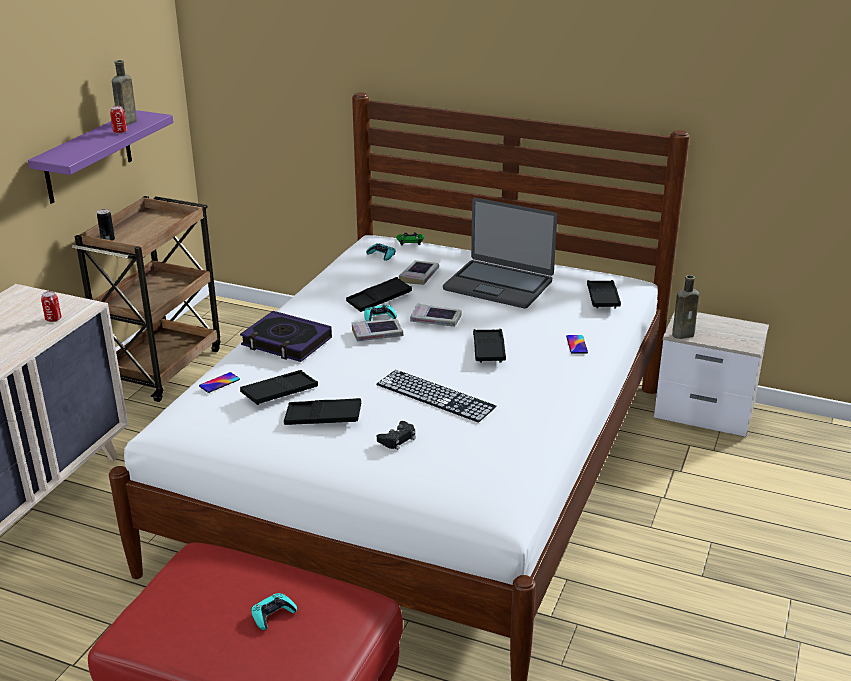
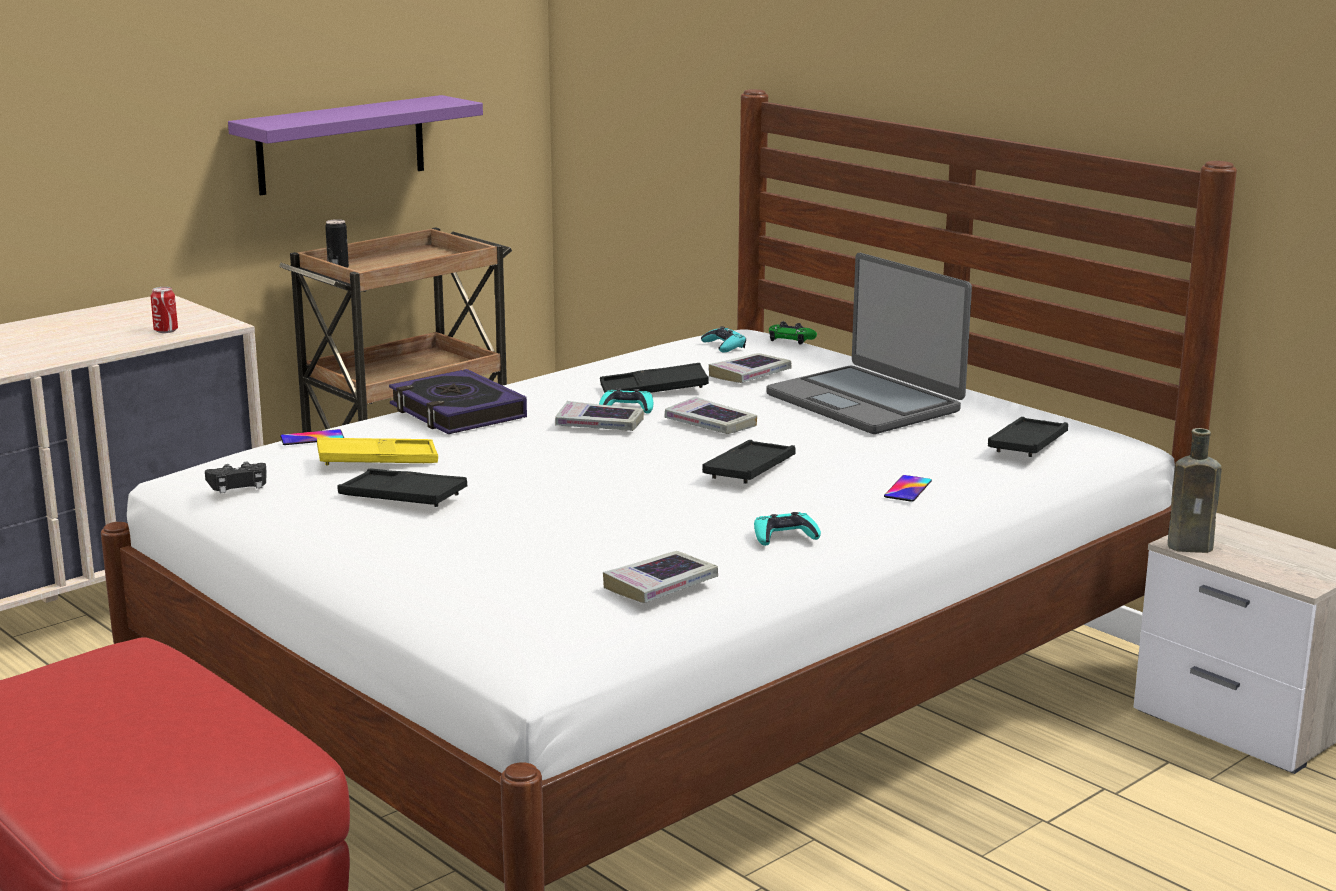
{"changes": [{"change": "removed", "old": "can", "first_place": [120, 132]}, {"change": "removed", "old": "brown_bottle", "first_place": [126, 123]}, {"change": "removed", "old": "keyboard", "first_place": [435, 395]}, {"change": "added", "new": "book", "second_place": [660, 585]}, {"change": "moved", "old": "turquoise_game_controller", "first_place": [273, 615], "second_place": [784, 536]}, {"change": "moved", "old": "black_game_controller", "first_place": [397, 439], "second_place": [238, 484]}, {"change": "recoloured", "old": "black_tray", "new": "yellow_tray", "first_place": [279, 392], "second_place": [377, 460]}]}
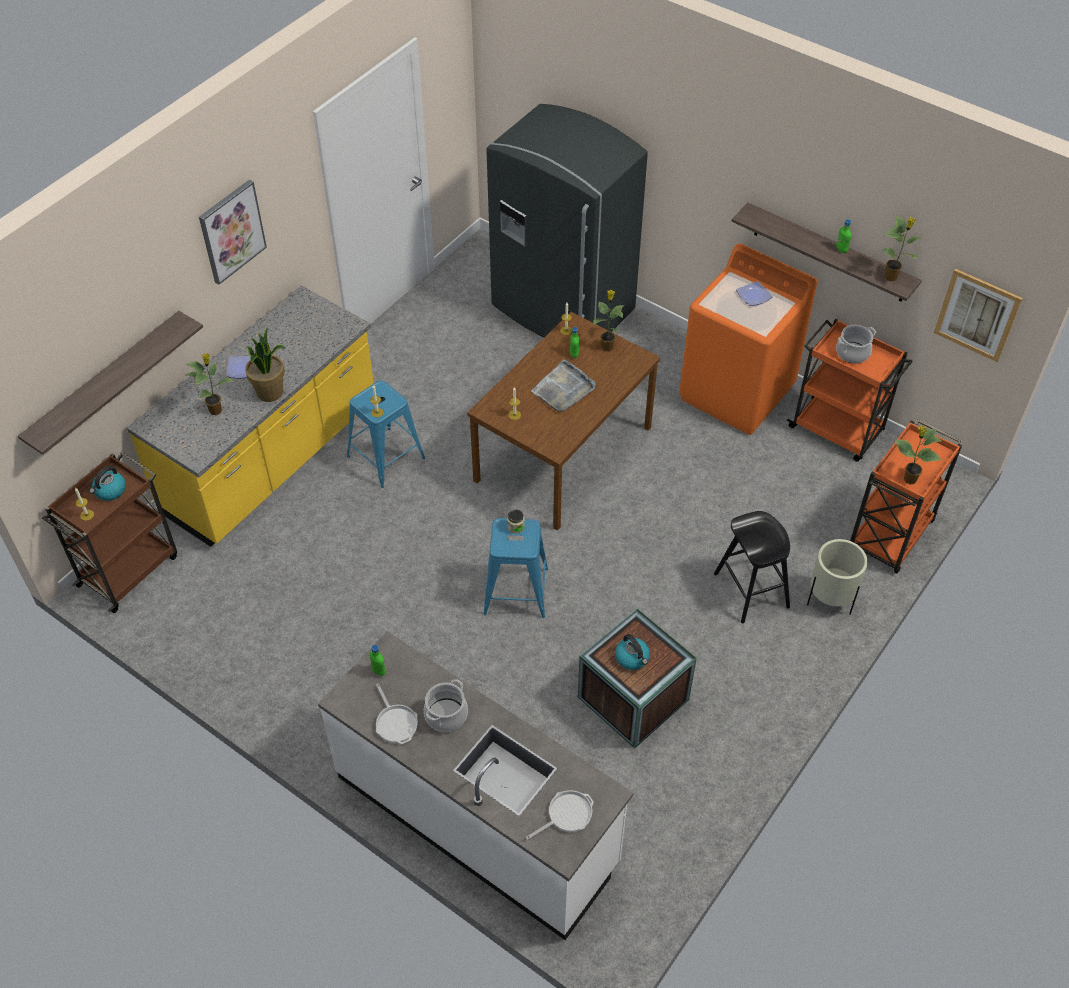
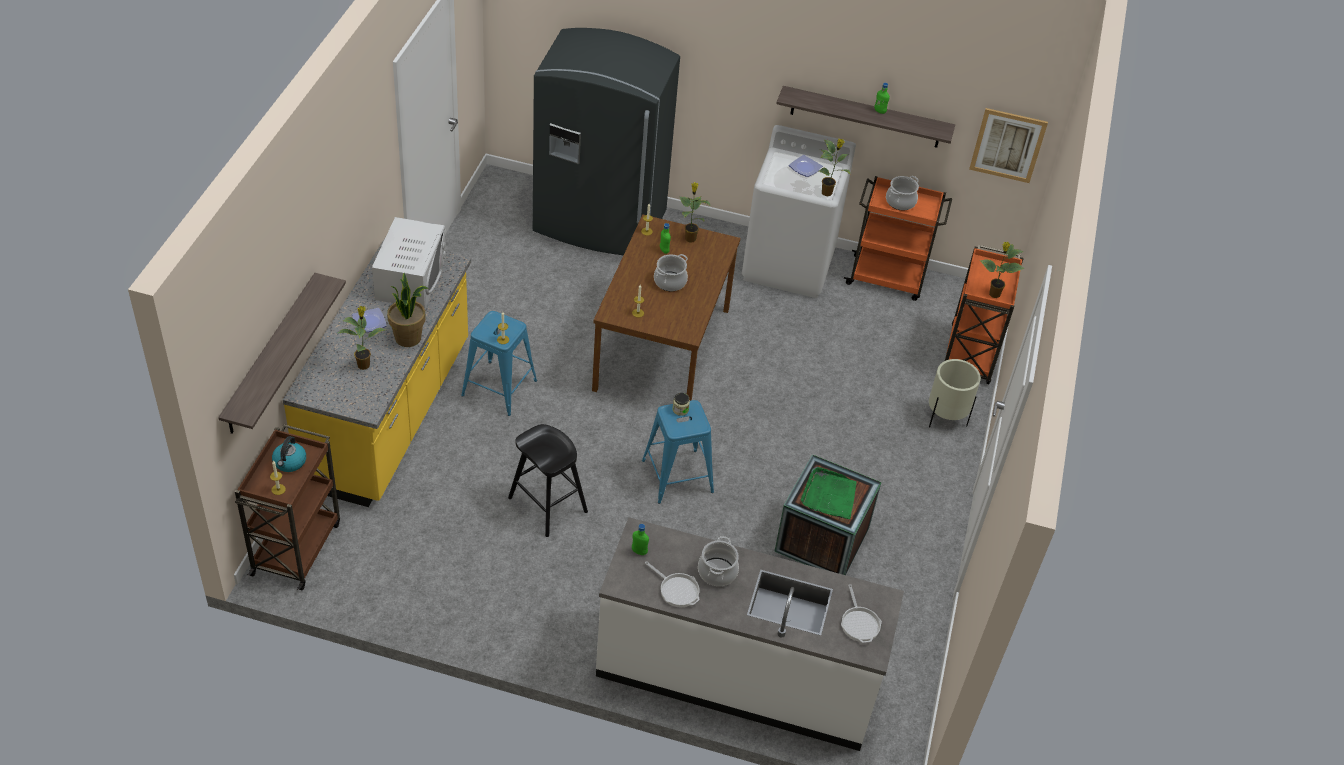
{"changes": [{"change": "removed", "old": "picture", "first_place": [231, 231]}, {"change": "added", "new": "white_microwave", "second_place": [411, 278]}, {"change": "moved", "old": "black_stool", "first_place": [751, 590], "second_place": [547, 504]}, {"change": "moved", "old": "potted_plant", "first_place": [891, 277], "second_place": [827, 193]}, {"change": "replaced", "old": "grey_tray", "new": "cooking_pot", "first_place": [563, 389], "second_place": [670, 282]}, {"change": "replaced", "old": "kettle", "new": "green_tray", "first_place": [632, 658], "second_place": [829, 496]}, {"change": "recoloured", "old": "orange_washing_machine", "new": "white_washing_machine", "first_place": [737, 392], "second_place": [789, 264]}, {"change": "turned", "old": "frying_pan", "first_place": [567, 815], "second_place": [859, 623], "degrees": 135}]}
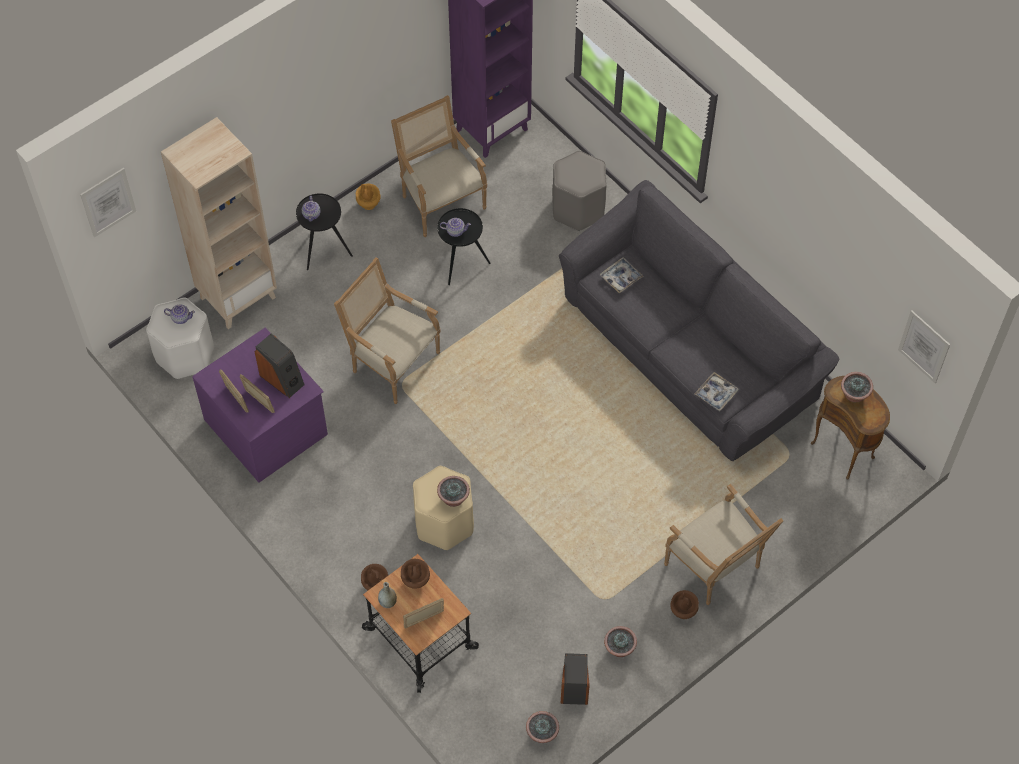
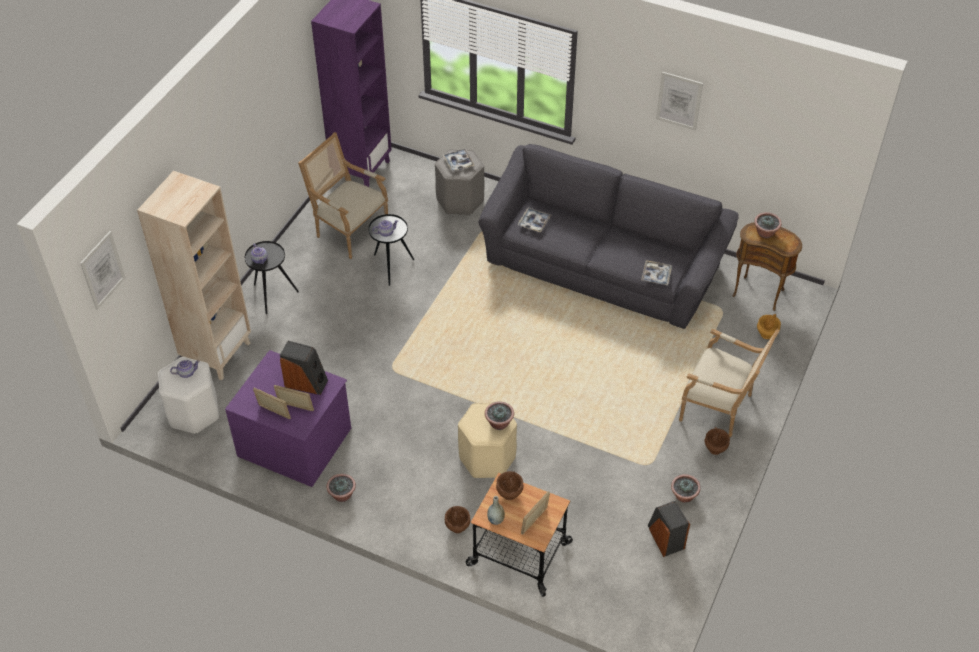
{"changes": [{"change": "removed", "old": "armchair", "first_place": [391, 362]}, {"change": "added", "new": "tray", "second_place": [458, 162]}, {"change": "moved", "old": "brown_vase", "first_place": [368, 205], "second_place": [766, 335]}, {"change": "moved", "old": "potted_plant", "first_place": [542, 733], "second_place": [342, 495]}, {"change": "moved", "old": "picture", "first_place": [924, 346], "second_place": [679, 101]}]}
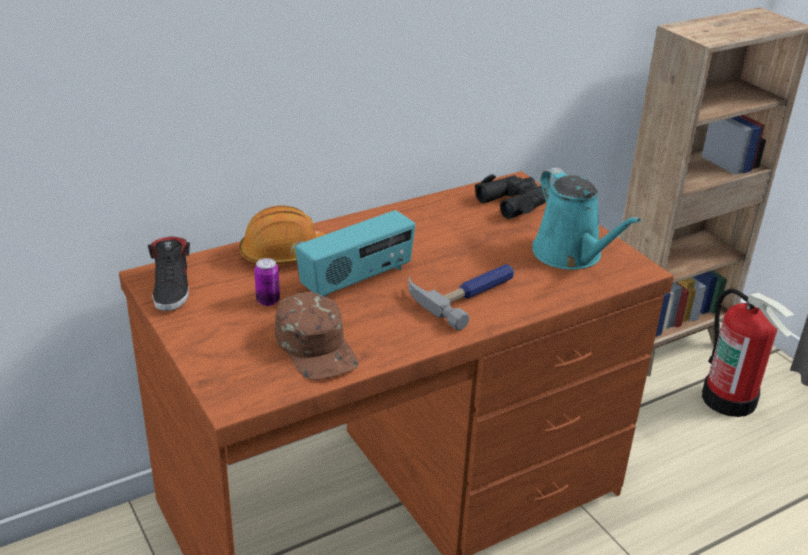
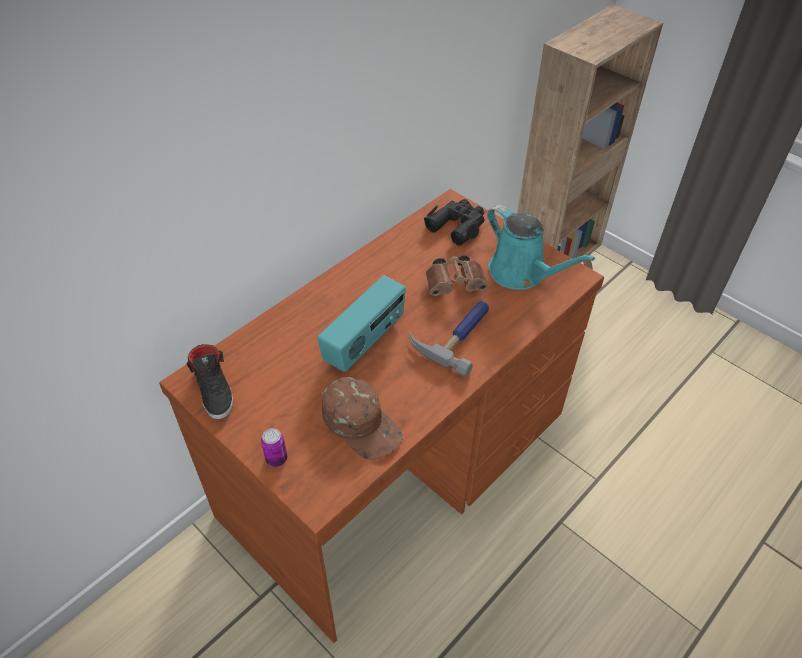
{"changes": [{"change": "removed", "old": "orange_hard_hat", "first_place": [284, 254]}, {"change": "removed", "old": "fire_extinguisher", "first_place": [730, 399]}, {"change": "added", "new": "brown_binoculars", "second_place": [456, 284]}, {"change": "moved", "old": "can", "first_place": [268, 301], "second_place": [276, 459]}]}
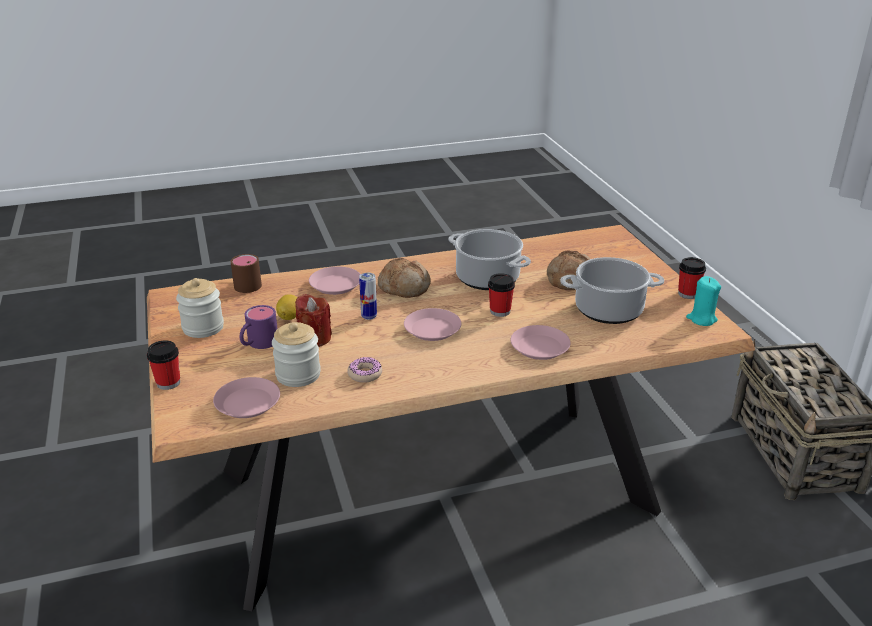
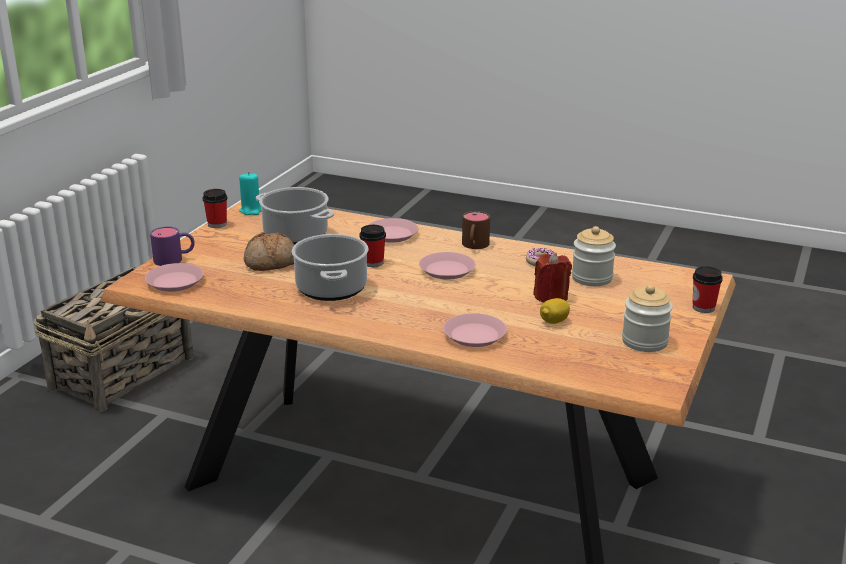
{"changes": [{"change": "removed", "old": "can", "first_place": [369, 316]}, {"change": "removed", "old": "bread", "first_place": [405, 287]}, {"change": "moved", "old": "pink_plate", "first_place": [248, 403], "second_place": [174, 282]}, {"change": "moved", "old": "brown_mug", "first_place": [246, 283], "second_place": [474, 246]}, {"change": "moved", "old": "purple_mug", "first_place": [258, 344], "second_place": [174, 259]}]}
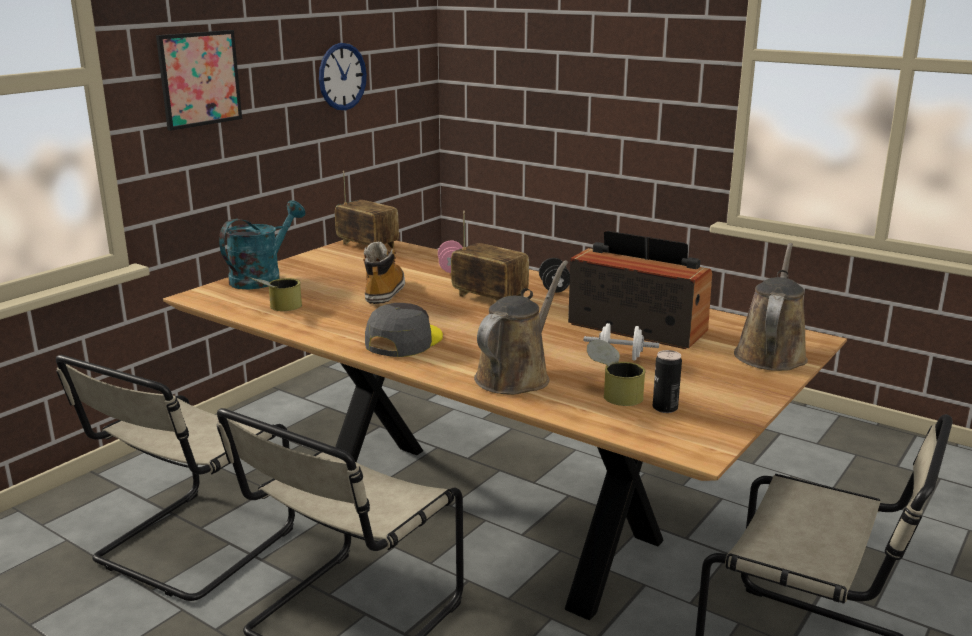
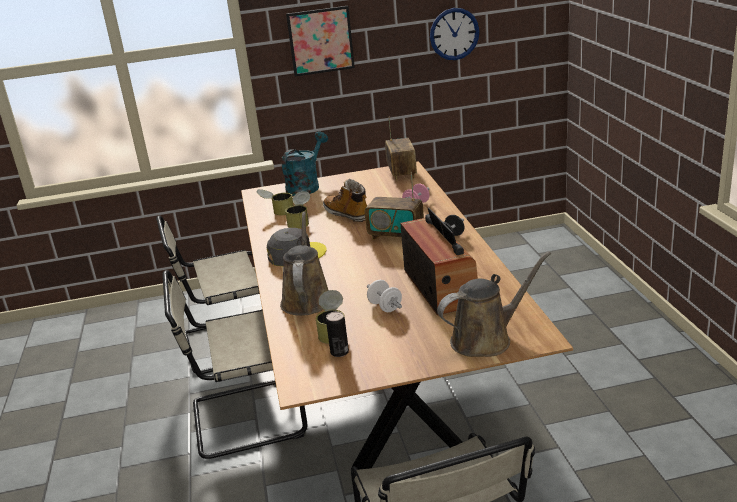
{"changes": [{"change": "added", "new": "can", "second_place": [300, 221]}, {"change": "turned", "old": "turquoise_watering_can", "first_place": [262, 277], "second_place": [306, 186], "degrees": -45}, {"change": "turned", "old": "boot", "first_place": [384, 292], "second_place": [347, 214], "degrees": -90}, {"change": "turned", "old": "radio", "first_place": [489, 298], "second_place": [396, 236], "degrees": 120}, {"change": "turned", "old": "brown_watering_can", "first_place": [516, 376], "second_place": [306, 299], "degrees": -75}]}
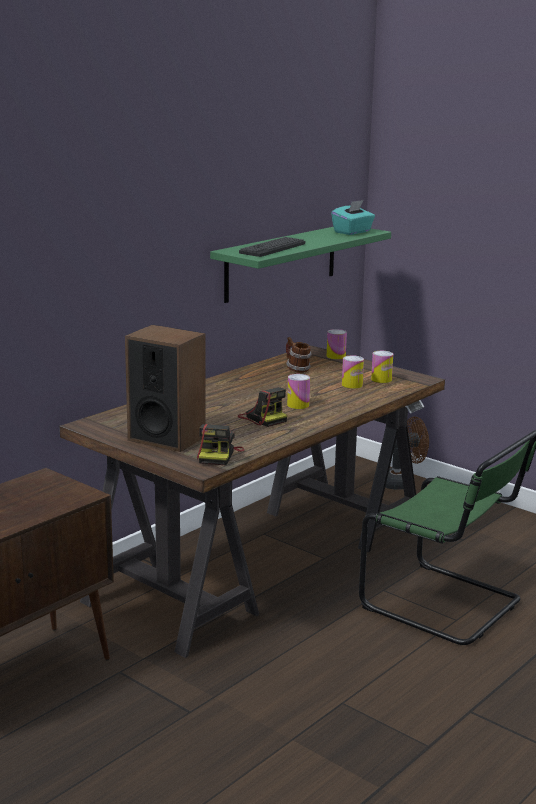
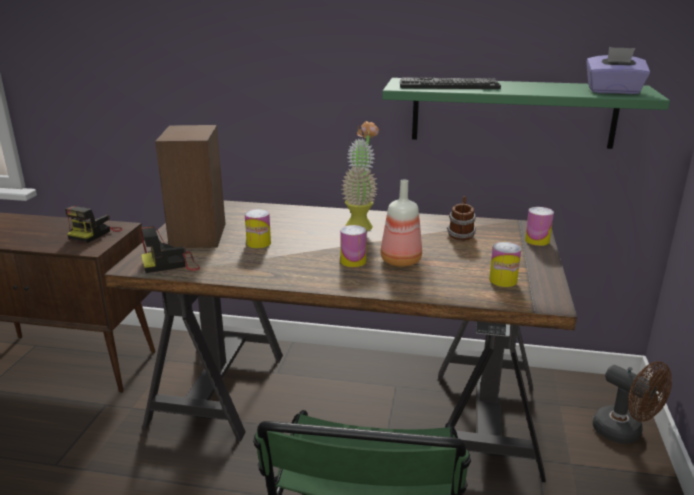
{"changes": [{"change": "added", "new": "potted_plant", "second_place": [360, 224]}, {"change": "added", "new": "bottle", "second_place": [399, 261]}, {"change": "moved", "old": "photo_camera", "first_place": [262, 418], "second_place": [95, 234]}, {"change": "moved", "old": "can", "first_place": [352, 385], "second_place": [258, 243]}, {"change": "recoloured", "old": "turquoise_tissue_box", "new": "purple_tissue_box", "first_place": [352, 232], "second_place": [613, 91]}]}
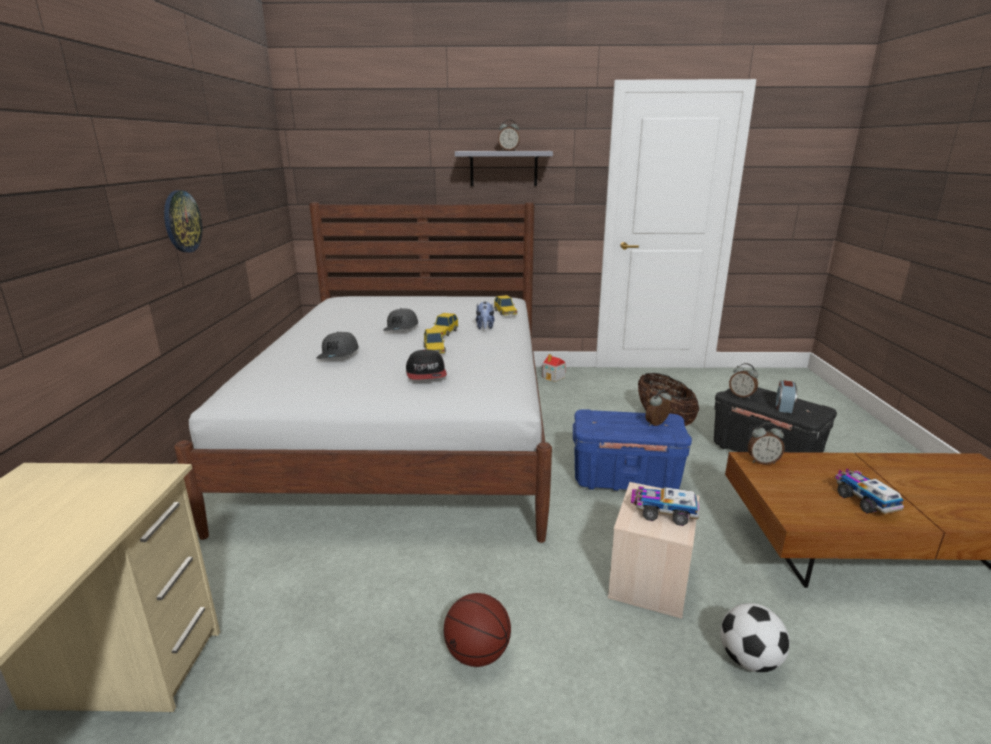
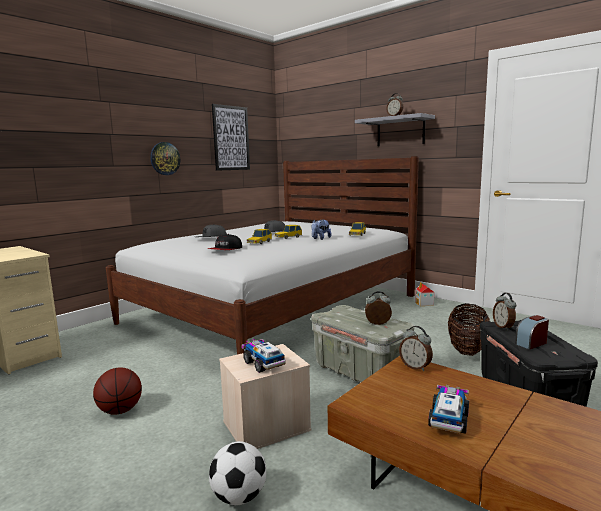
{"changes": [{"change": "added", "new": "picture", "second_place": [231, 138]}, {"change": "recoloured", "old": "blue_storage_box", "new": "grey_storage_box", "first_place": [626, 479], "second_place": [361, 371]}]}
